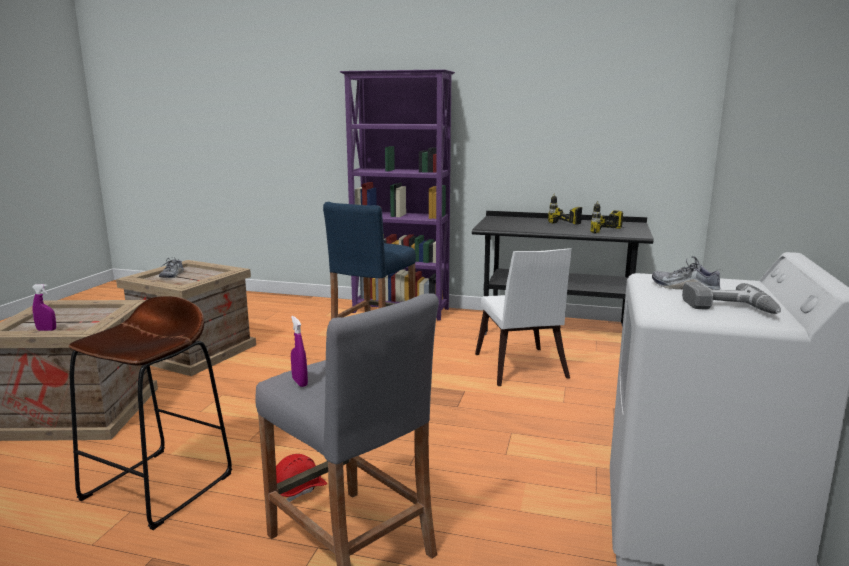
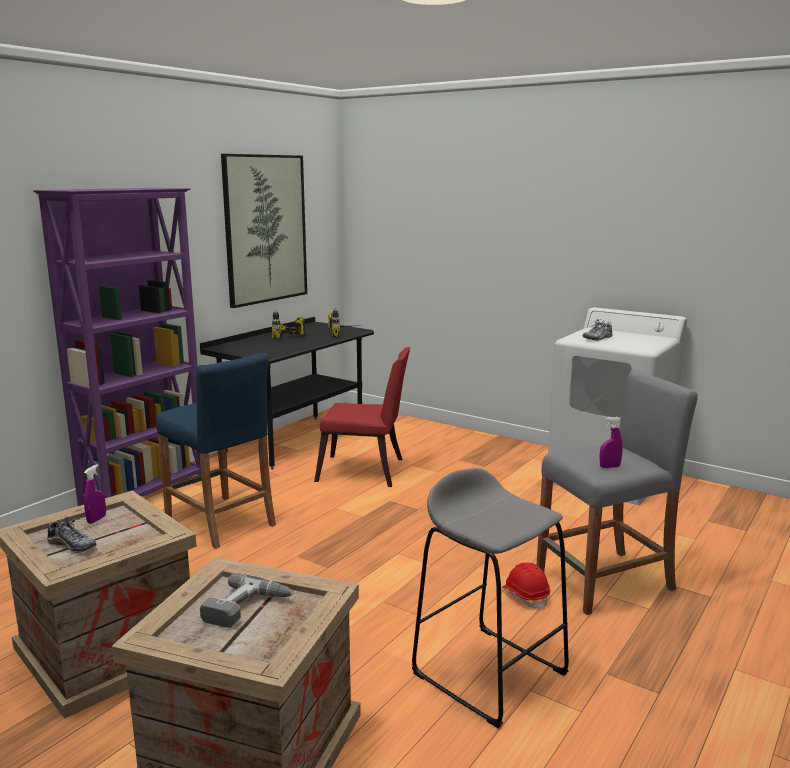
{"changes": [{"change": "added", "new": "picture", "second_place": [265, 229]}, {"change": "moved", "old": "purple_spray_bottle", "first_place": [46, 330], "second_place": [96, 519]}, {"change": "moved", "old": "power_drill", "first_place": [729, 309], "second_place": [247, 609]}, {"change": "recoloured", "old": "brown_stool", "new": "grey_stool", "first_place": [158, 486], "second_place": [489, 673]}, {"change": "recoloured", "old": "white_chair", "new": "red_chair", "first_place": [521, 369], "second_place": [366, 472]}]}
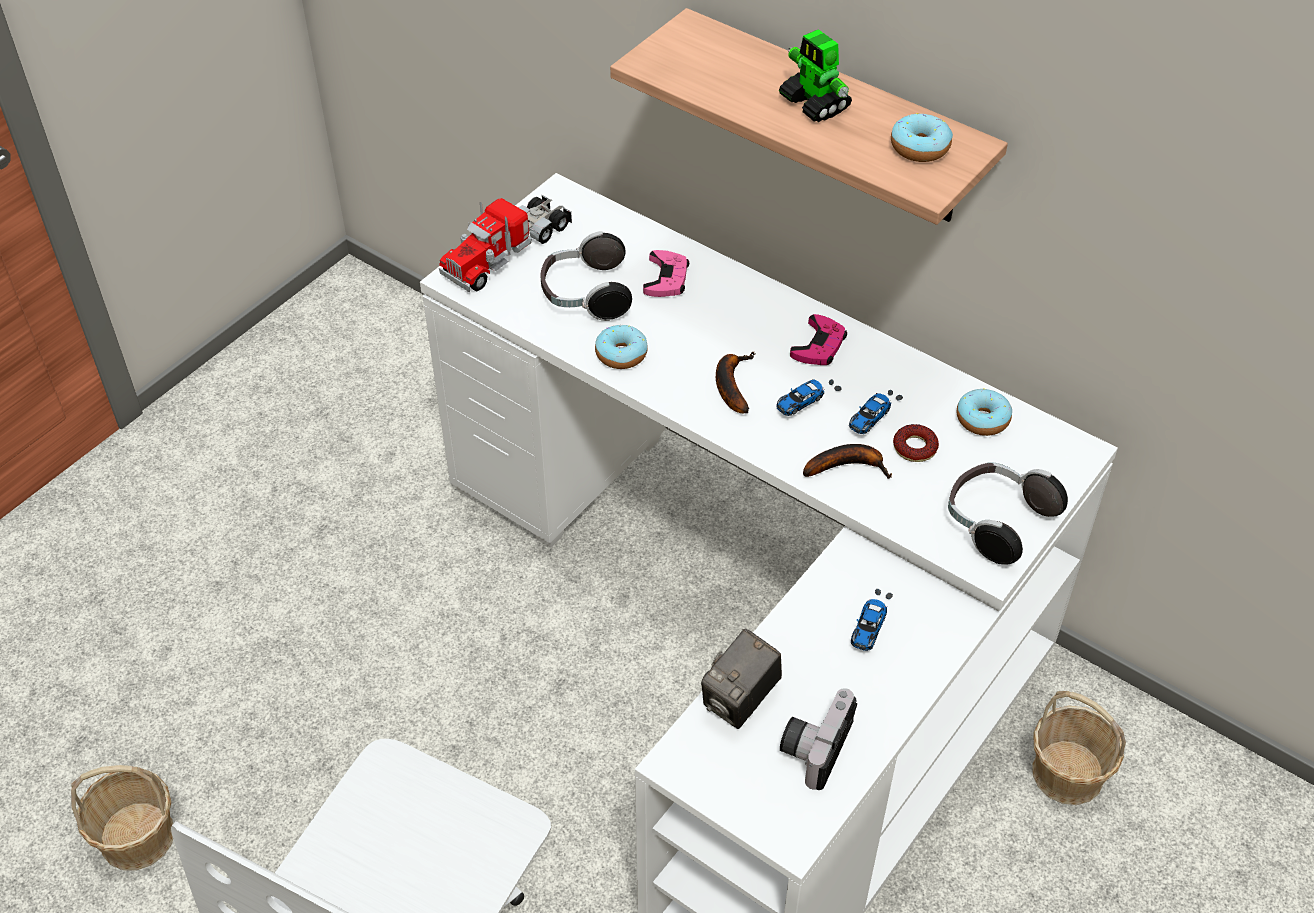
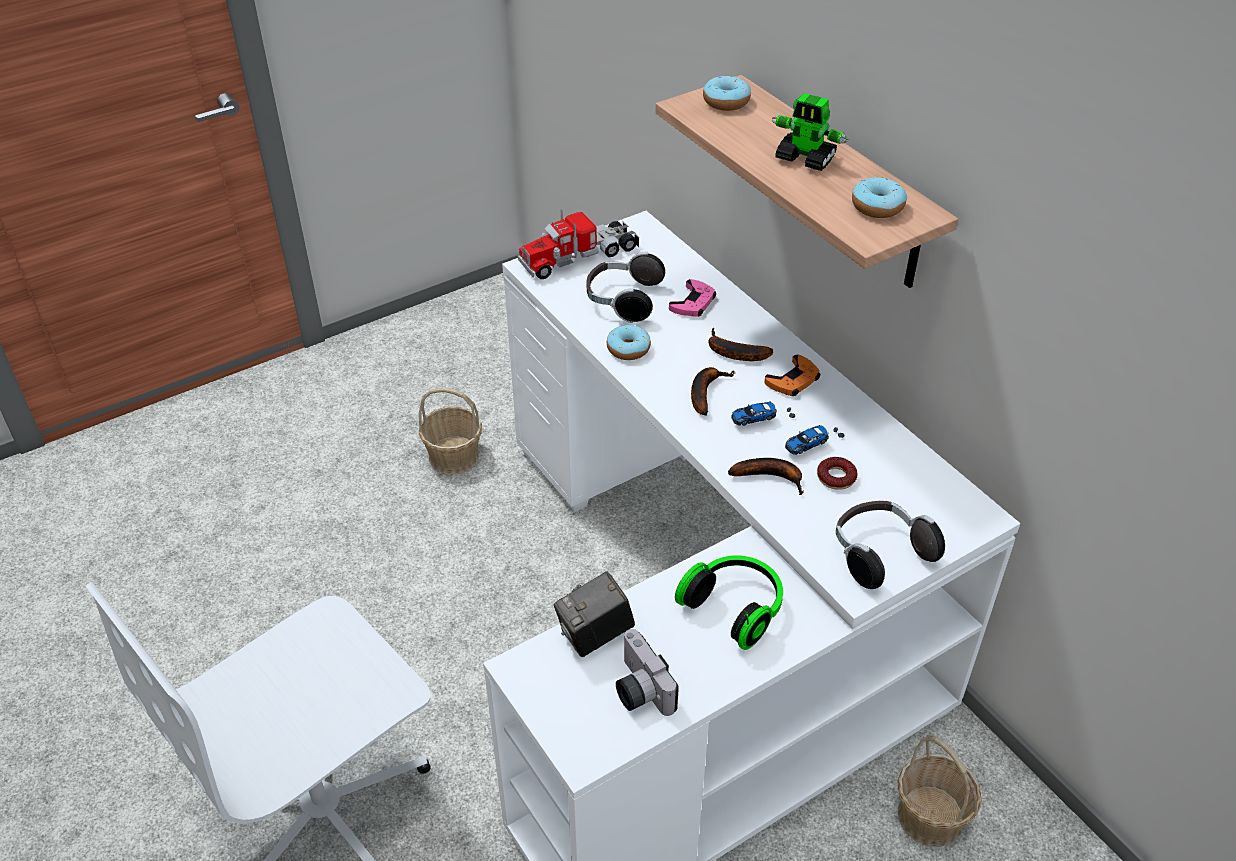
{"changes": [{"change": "added", "new": "banana", "second_place": [733, 353]}, {"change": "moved", "old": "basket", "first_place": [137, 836], "second_place": [453, 456]}, {"change": "moved", "old": "donut", "first_place": [982, 419], "second_place": [726, 102]}, {"change": "replaced", "old": "toy_car", "new": "headphones", "first_place": [871, 624], "second_place": [735, 607]}, {"change": "recoloured", "old": "pink_game_controller", "new": "orange_game_controller", "first_place": [819, 346], "second_place": [793, 380]}, {"change": "turned", "old": "toy_robot", "first_place": [814, 104], "second_place": [805, 159], "degrees": -45}, {"change": "turned", "old": "photo_camera", "first_place": [814, 745], "second_place": [638, 689], "degrees": -75}]}
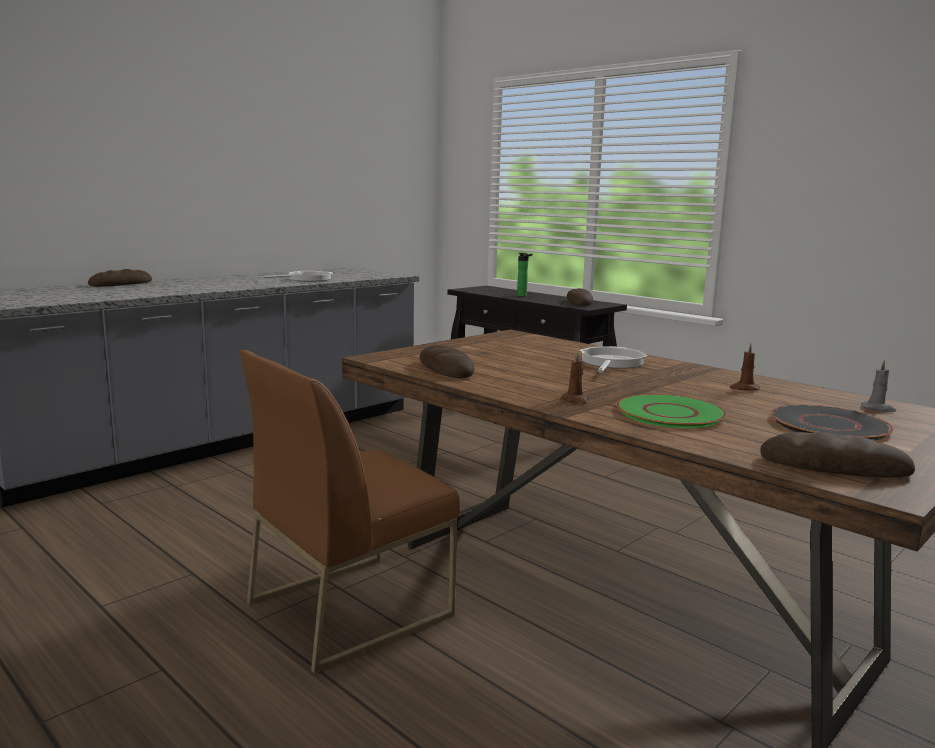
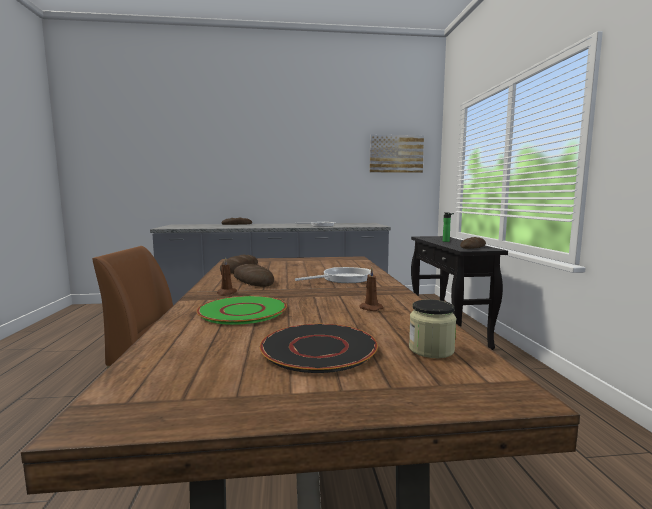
{"changes": [{"change": "added", "new": "picture", "second_place": [396, 154]}, {"change": "moved", "old": "bread", "first_place": [834, 466], "second_place": [253, 280]}, {"change": "replaced", "old": "grey_candle", "new": "jar", "first_place": [878, 409], "second_place": [431, 349]}]}
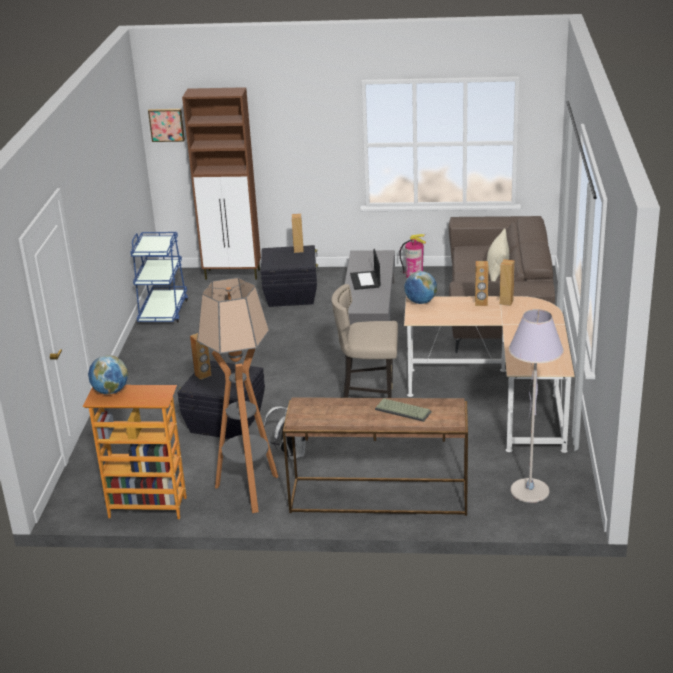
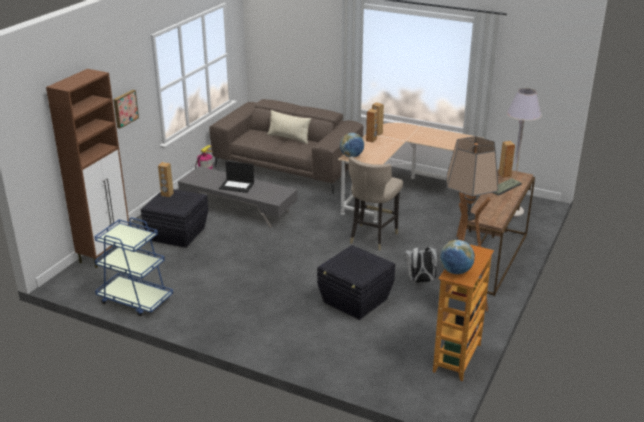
{"changes": [{"change": "moved", "old": "picture", "first_place": [166, 124], "second_place": [124, 108]}, {"change": "moved", "old": "brown_speaker", "first_place": [203, 375], "second_place": [505, 175]}]}
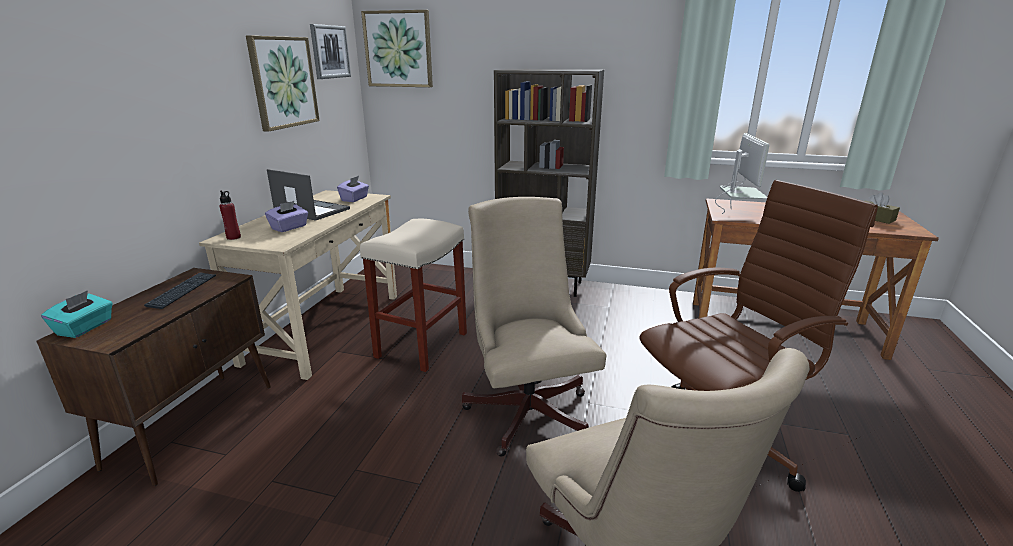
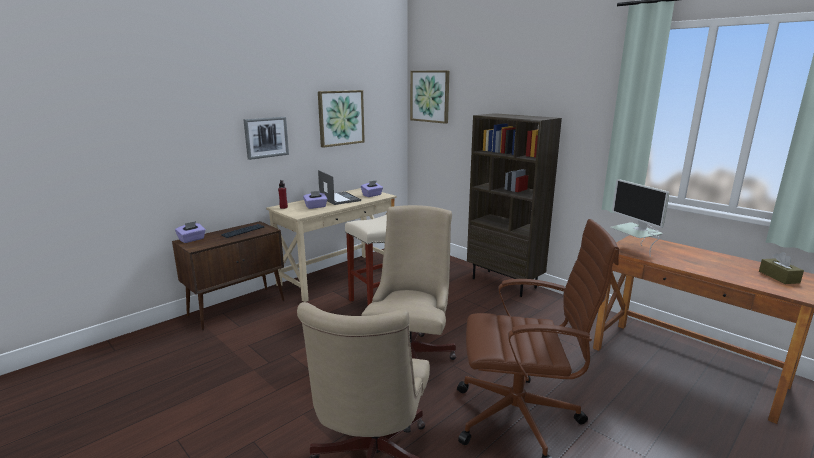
{"changes": [{"change": "moved", "old": "picture", "first_place": [330, 52], "second_place": [266, 137]}, {"change": "recoloured", "old": "turquoise_tissue_box", "new": "purple_tissue_box", "first_place": [85, 328], "second_place": [192, 239]}, {"change": "turned", "old": "monitor", "first_place": [736, 215], "second_place": [633, 250], "degrees": 120}]}
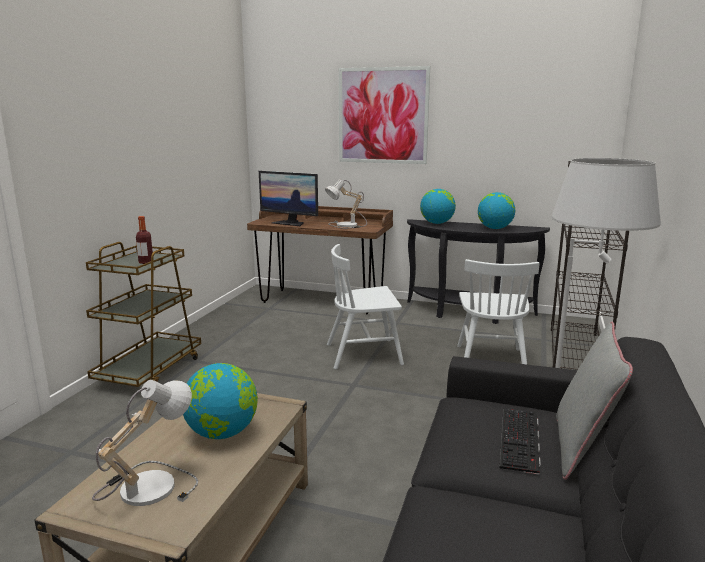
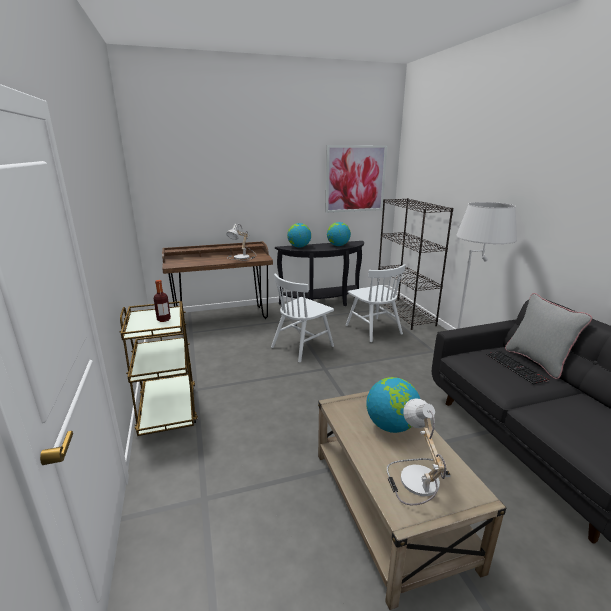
{"changes": [{"change": "removed", "old": "monitor", "first_place": [290, 223]}, {"change": "moved", "old": "picture", "first_place": [383, 116], "second_place": [355, 179]}]}
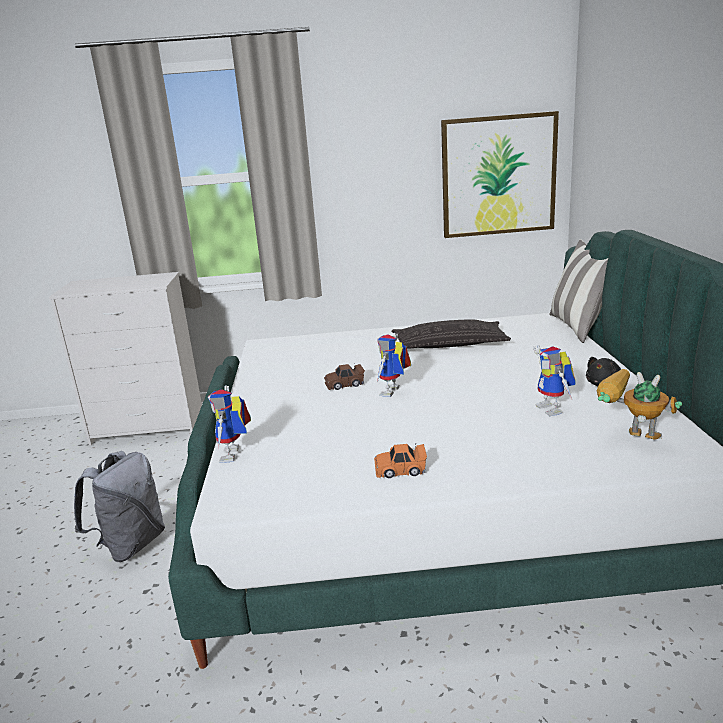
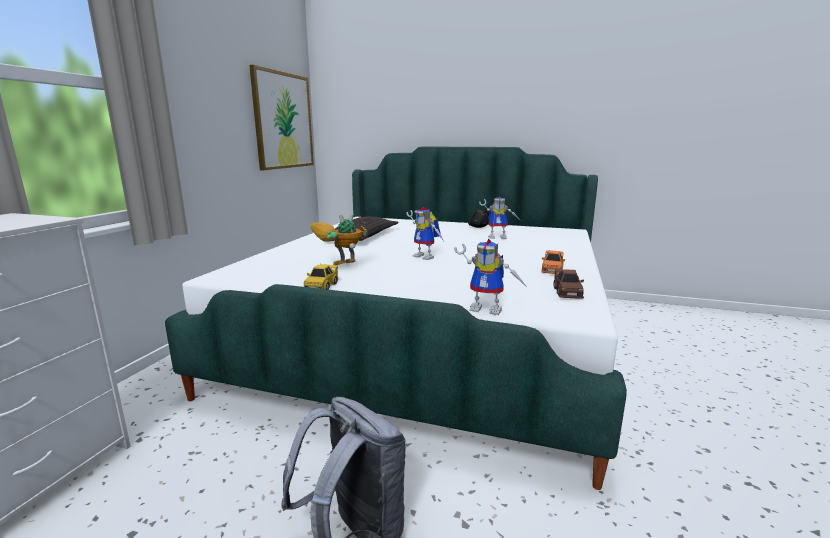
{"changes": [{"change": "removed", "old": "pillow", "first_place": [579, 327]}, {"change": "added", "new": "yellow_toy_car", "second_place": [321, 286]}, {"change": "moved", "old": "brown_toy_car", "first_place": [345, 384], "second_place": [567, 292]}, {"change": "moved", "old": "toy_robot", "first_place": [628, 438], "second_place": [339, 268]}]}
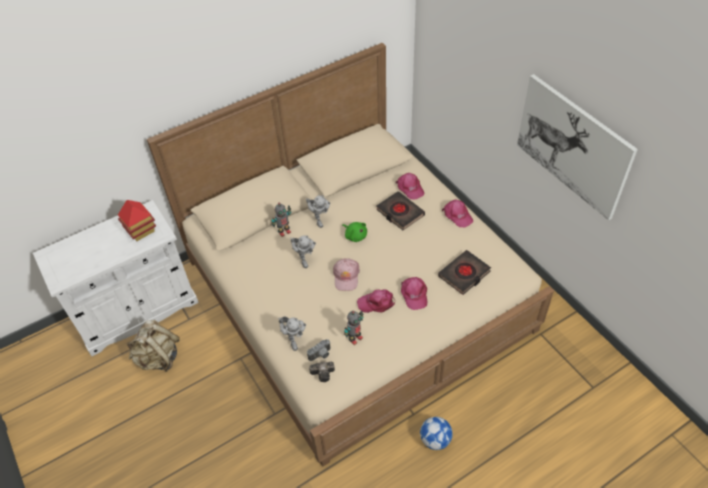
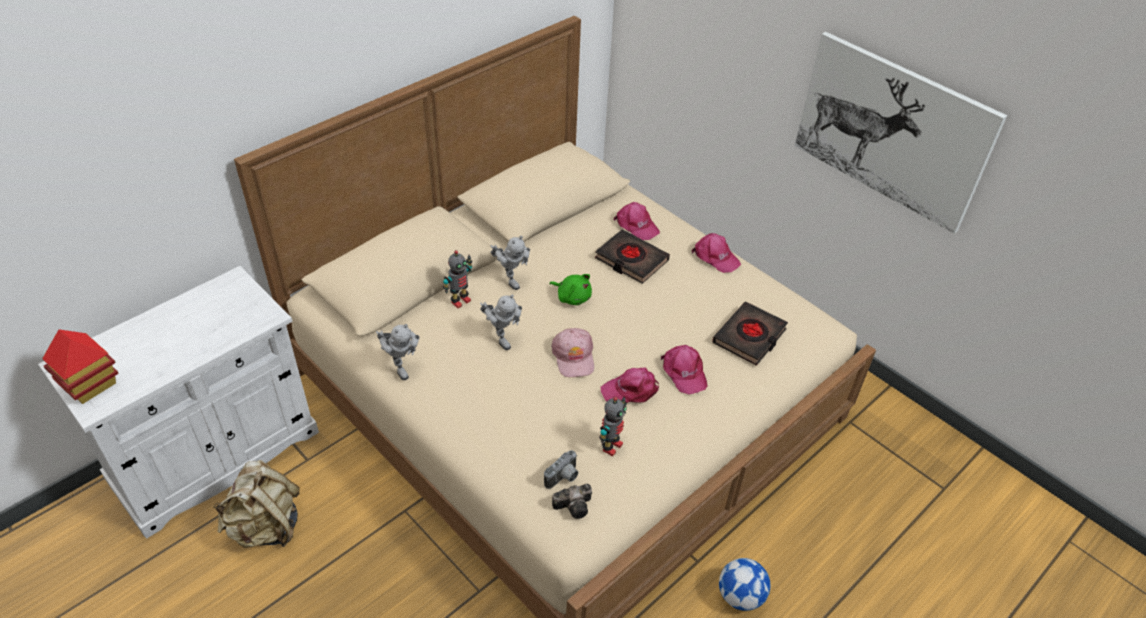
{"changes": [{"change": "moved", "old": "toy_house", "first_place": [141, 231], "second_place": [90, 385]}, {"change": "moved", "old": "toy_robot", "first_place": [293, 339], "second_place": [400, 366]}]}
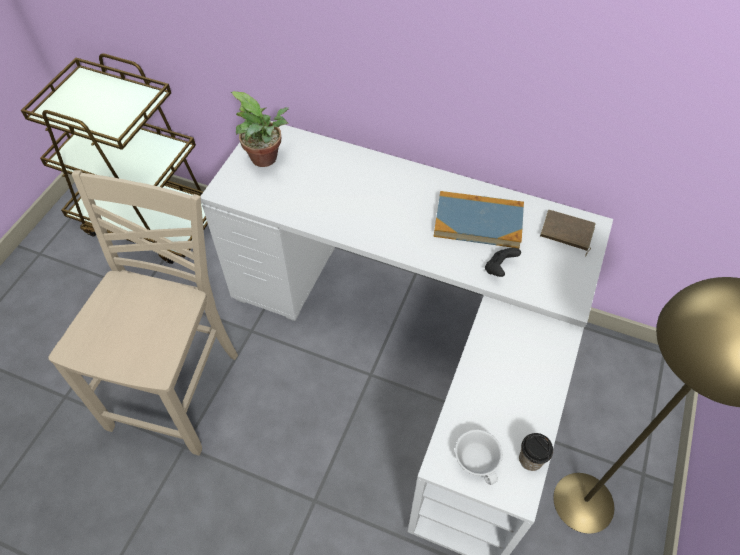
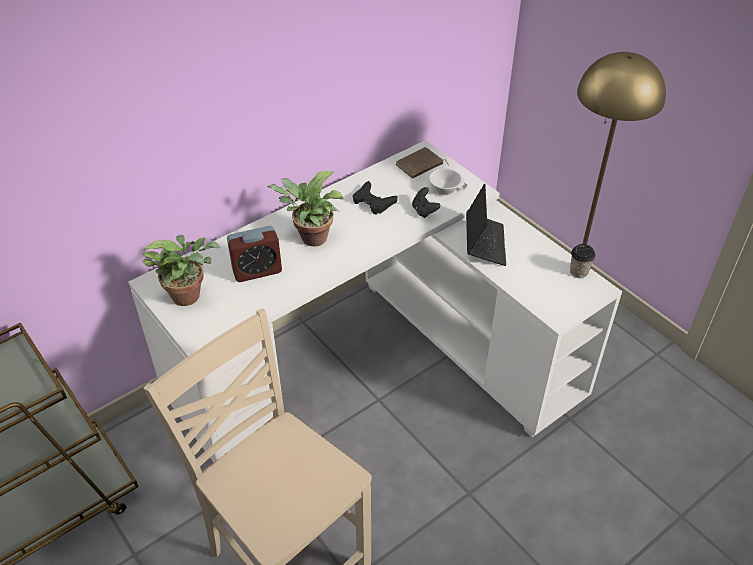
{"changes": [{"change": "added", "new": "alarm_clock", "second_place": [257, 271]}, {"change": "added", "new": "potted_plant", "second_place": [310, 239]}, {"change": "added", "new": "laptop", "second_place": [484, 244]}, {"change": "moved", "old": "white_cup", "first_place": [478, 459], "second_place": [446, 188]}, {"change": "replaced", "old": "book", "new": "black_game_controller", "first_place": [478, 222], "second_place": [373, 202]}]}
